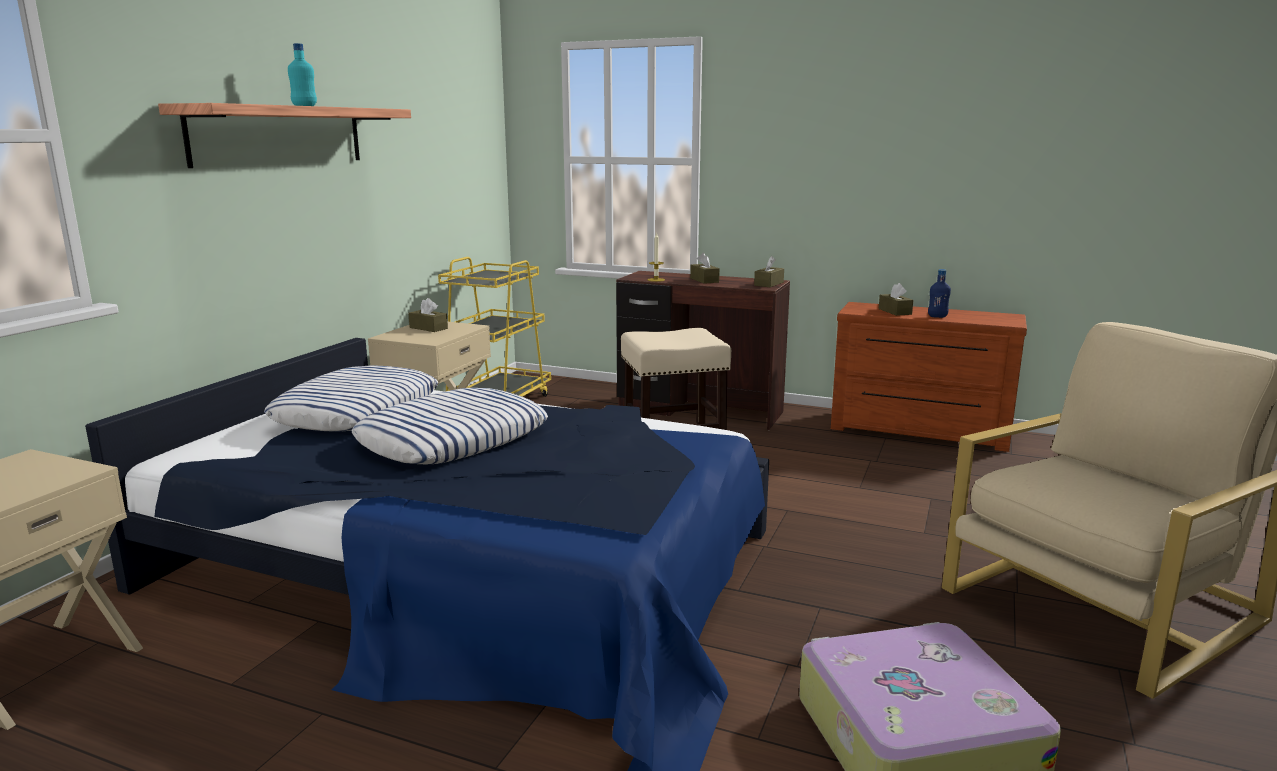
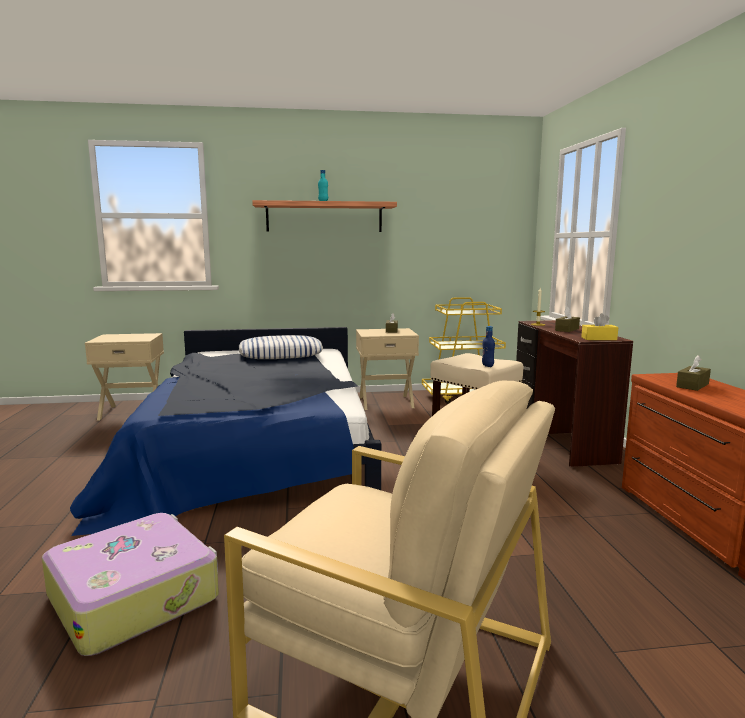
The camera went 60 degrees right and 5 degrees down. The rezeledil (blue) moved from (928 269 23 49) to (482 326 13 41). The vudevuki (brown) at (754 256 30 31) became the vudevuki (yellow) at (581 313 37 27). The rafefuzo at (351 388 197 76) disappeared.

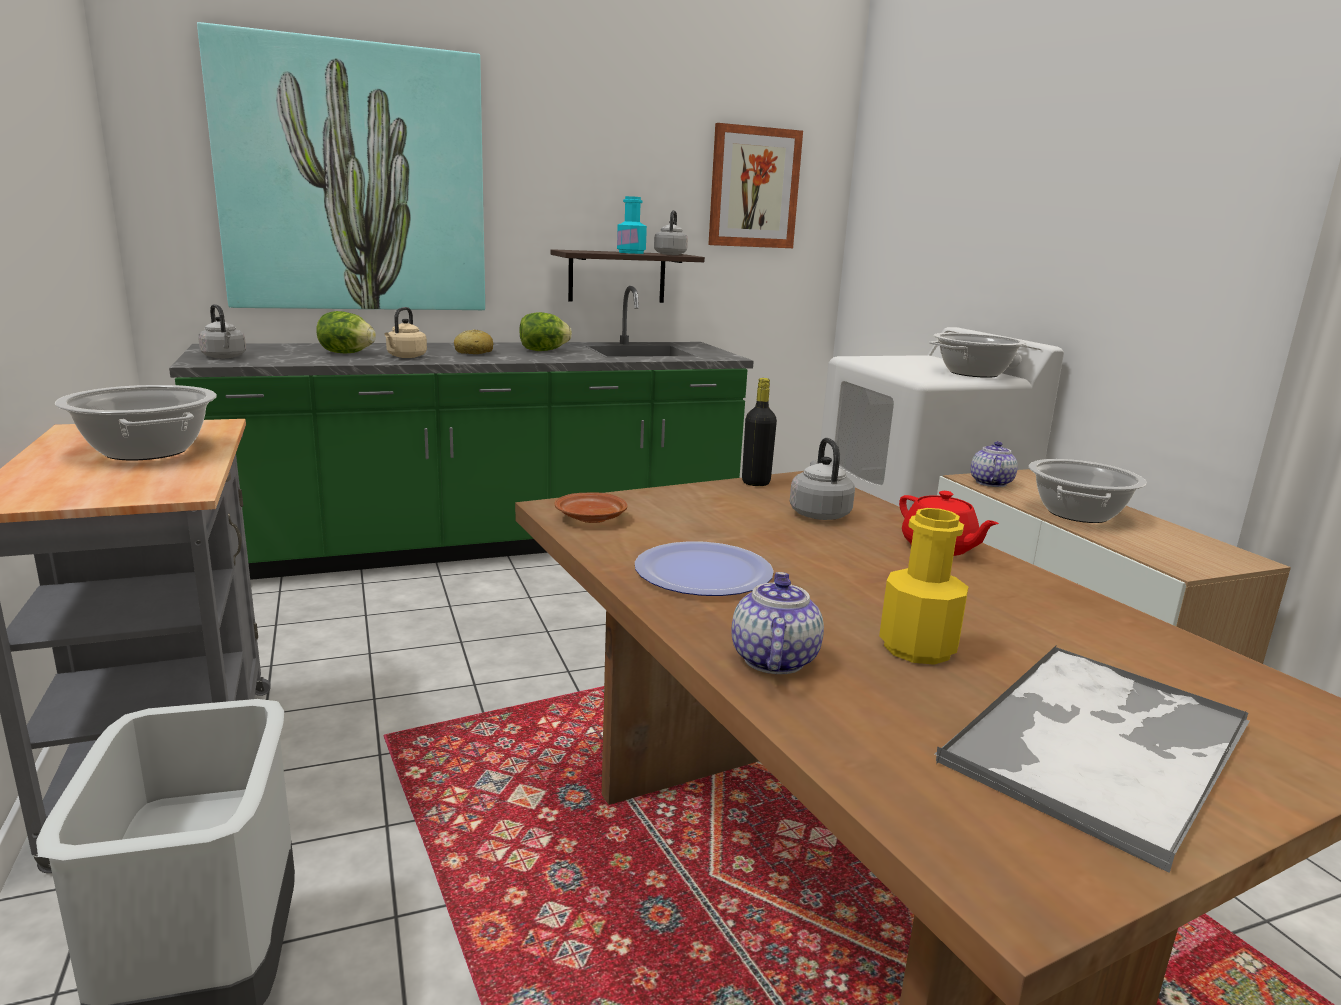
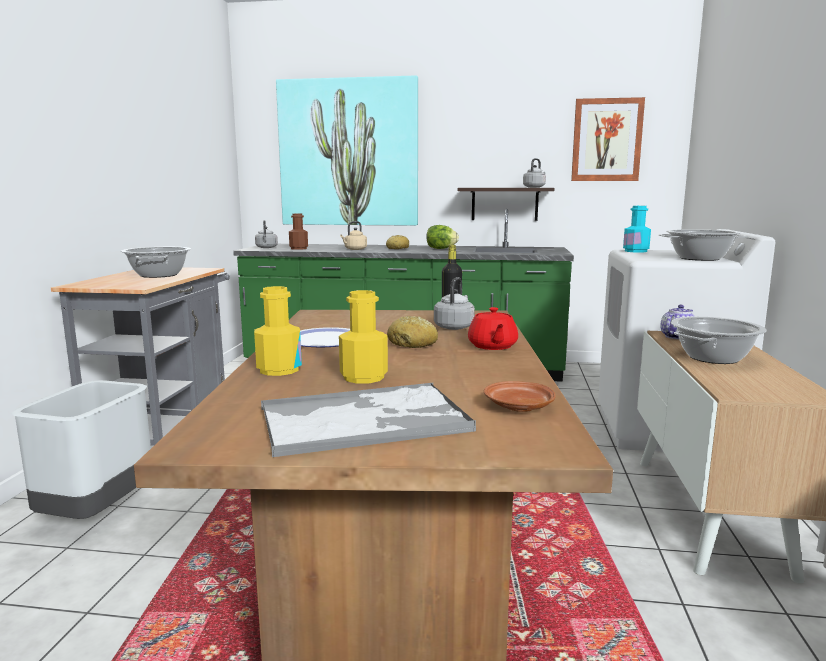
The camera went 30 degrees right and 5 degrees down. The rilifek at (732 572 92 102) was replaced by the rezeledil (yellow) at (254 286 48 90). The rezeledil (brown) at (289 214 19 36) appeared. The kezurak at (387 316 51 32) appeared. The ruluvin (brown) moved from (555 492 72 31) to (484 381 72 31). The rezeledil (turquoise) moved from (617 196 30 58) to (623 206 28 47). The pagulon at (316 311 60 42) disappeared.

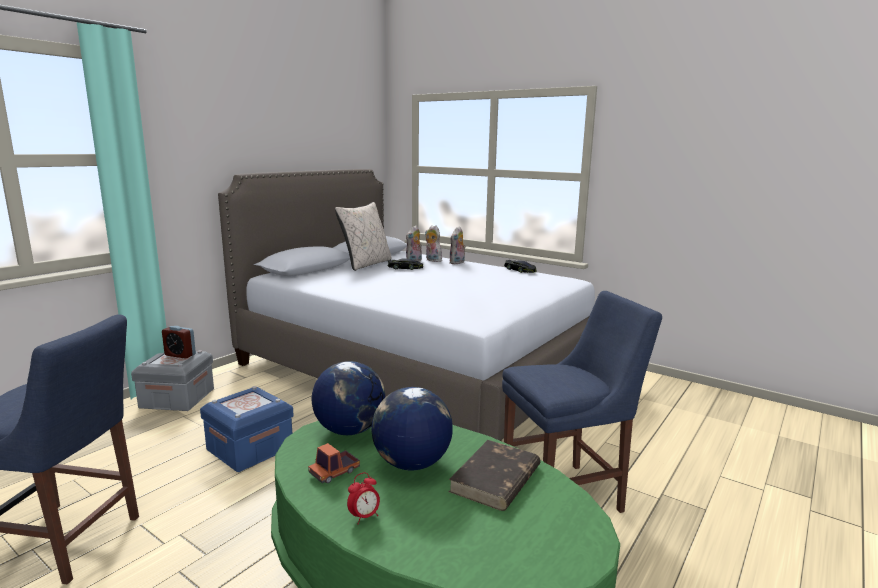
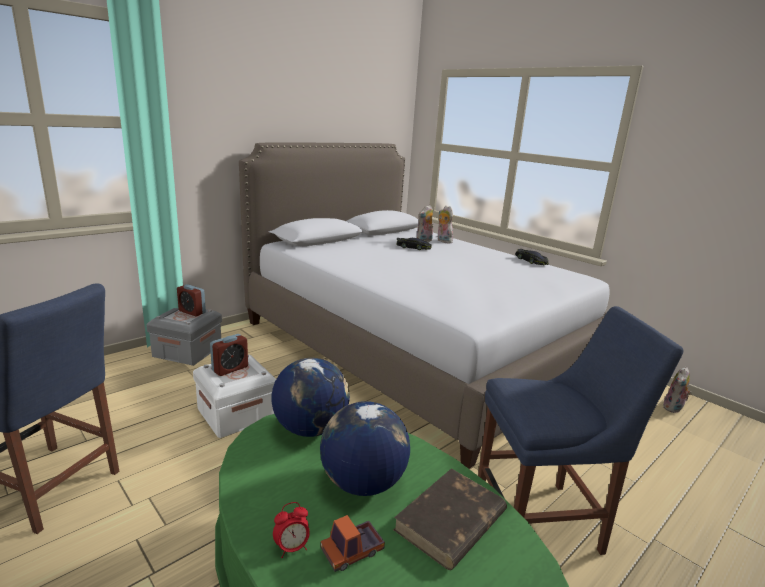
The camera went 10 degrees right and 5 degrees up. The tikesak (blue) at (200 386 94 86) became the tikesak (white) at (193 354 83 84). The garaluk at (210 334 38 42) appeared. The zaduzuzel moved from (308 443 52 40) to (321 515 64 57). The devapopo moved from (450 226 16 38) to (663 366 29 47). The rafefuzo (beige) at (335 202 56 69) disappeared.

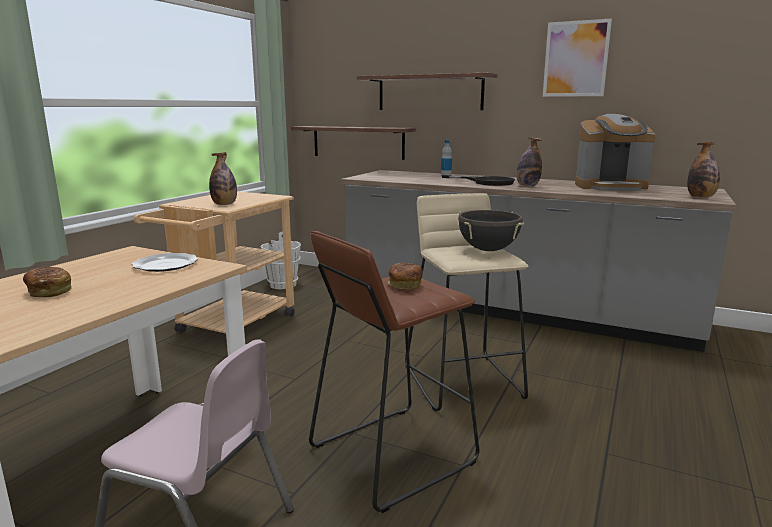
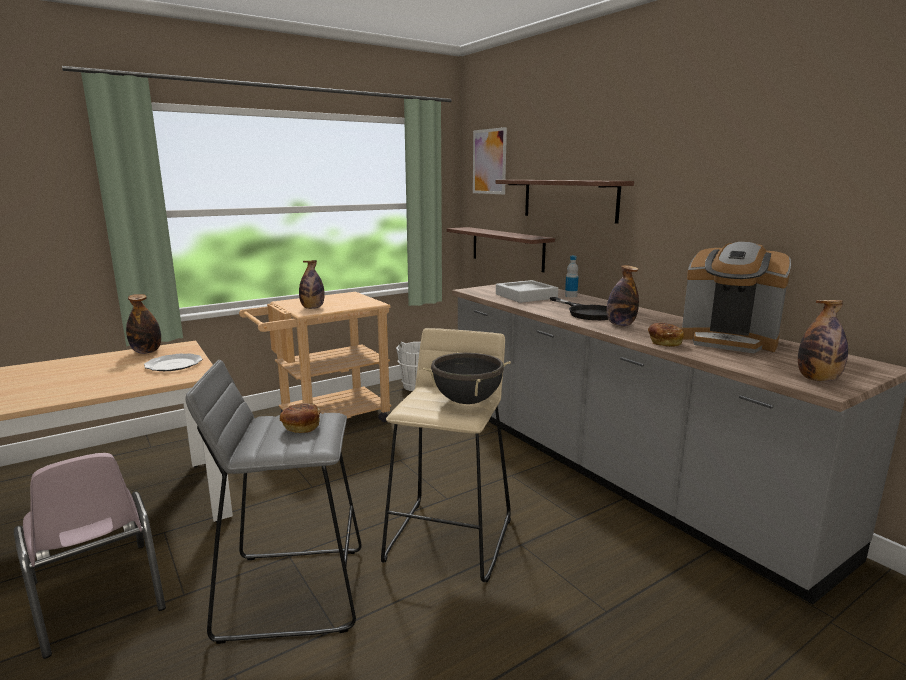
The camera went 30 degrees right and 0 degrees up. The rezeledil at (126 294 35 60) appeared. The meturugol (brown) at (309 231 170 282) became the meturugol (grey) at (185 360 177 284). The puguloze moved from (543 18 69 79) to (473 127 34 67). The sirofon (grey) at (496 280 62 23) appeared. The kezurak moved from (23 267 49 30) to (648 323 36 24).

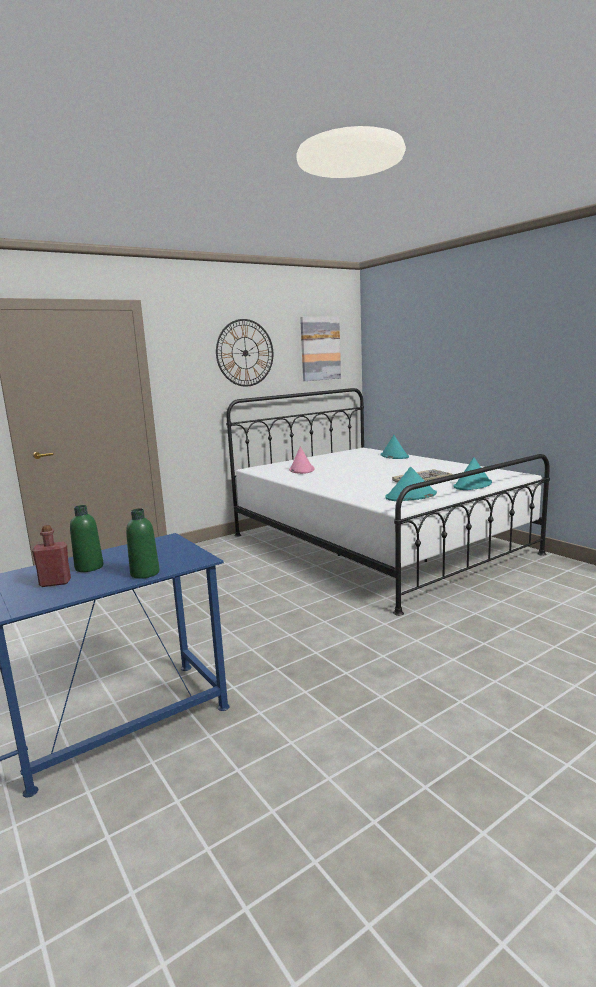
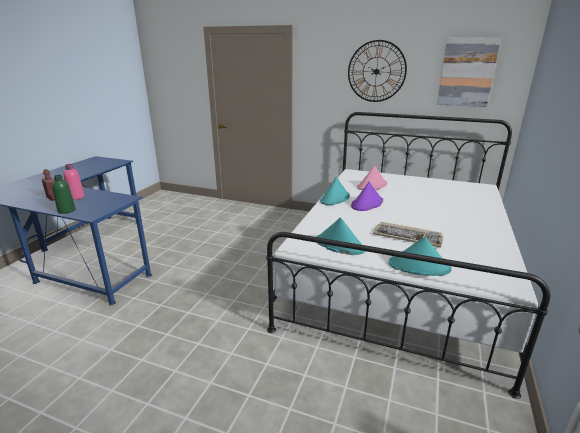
The camera went 55 degrees right and 10 degrees up. The rezeledil (green) at (70 505 33 67) became the rezeledil (pink) at (64 164 21 36). The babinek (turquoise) moved from (381 435 28 24) to (320 176 30 29). The babinek (purple) at (351 181 32 30) appeared.

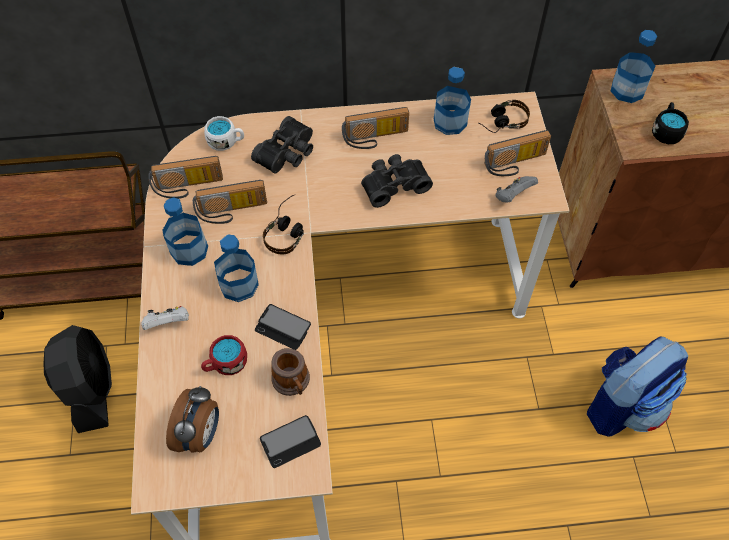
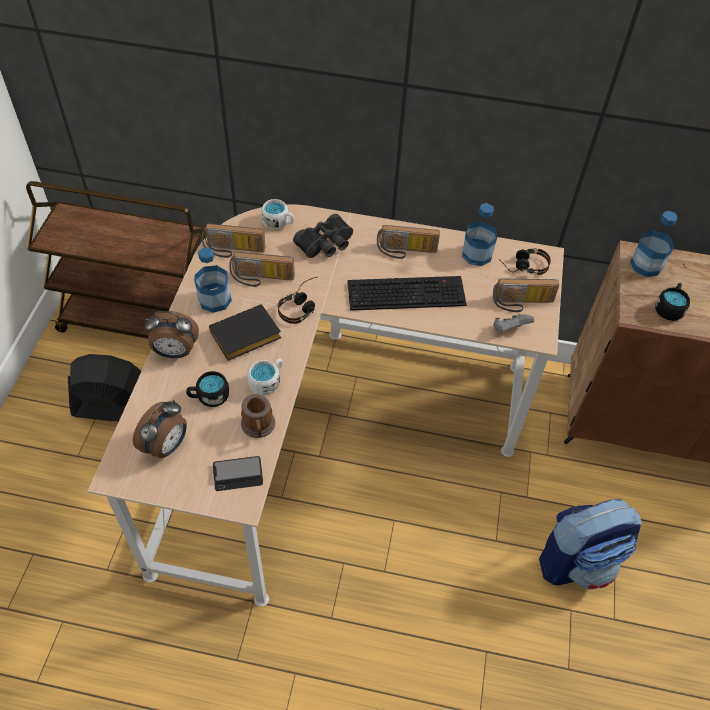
The camera went 15 degrees right and 5 degrees down. The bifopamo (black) at (43 325 69 108) turned 90 degrees counterclockwise. The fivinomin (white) at (141 306 48 24) was replaced by the garaluk at (145 311 54 47). The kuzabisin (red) at (201 335 46 40) became the kuzabisin (black) at (186 371 43 36). The rezeledil at (214 234 45 68) was replaced by the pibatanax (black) at (209 304 72 57). The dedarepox at (255 304 56 46) was replaced by the kuzabisin (white) at (247 358 36 38). The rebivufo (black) at (361 154 72 54) was replaced by the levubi at (347 276 120 35).

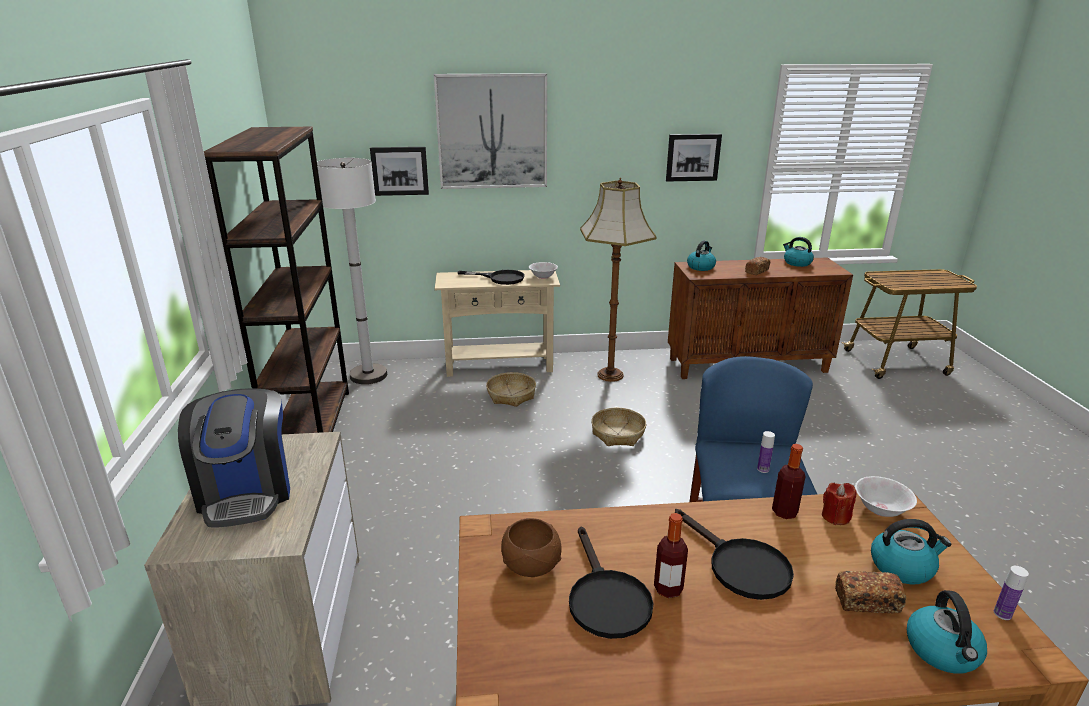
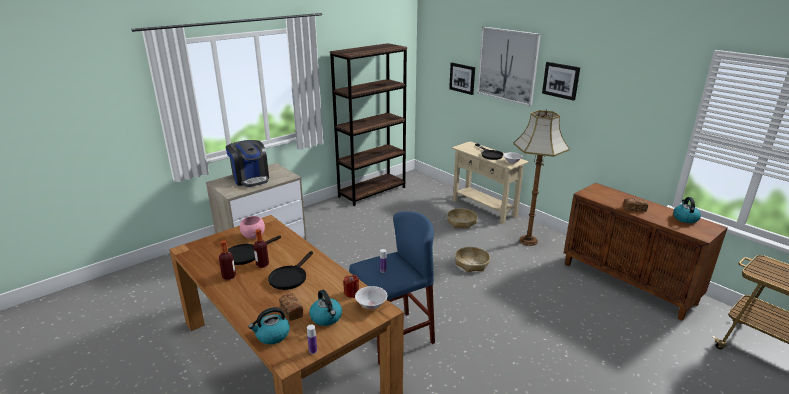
The camera went 55 degrees right and 0 degrees up. The rezeledil moved from (772 444 34 75) to (219 240 17 40). The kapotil at (178 388 112 139) turned 75 degrees counterclockwise. The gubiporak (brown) at (501 518 61 59) became the gubiporak (pink) at (240 216 25 23). The puguloze moved from (666 134 56 48) to (542 62 38 39). The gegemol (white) at (317 158 70 226) disappeared. The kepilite at (687 240 29 31) disappeared.

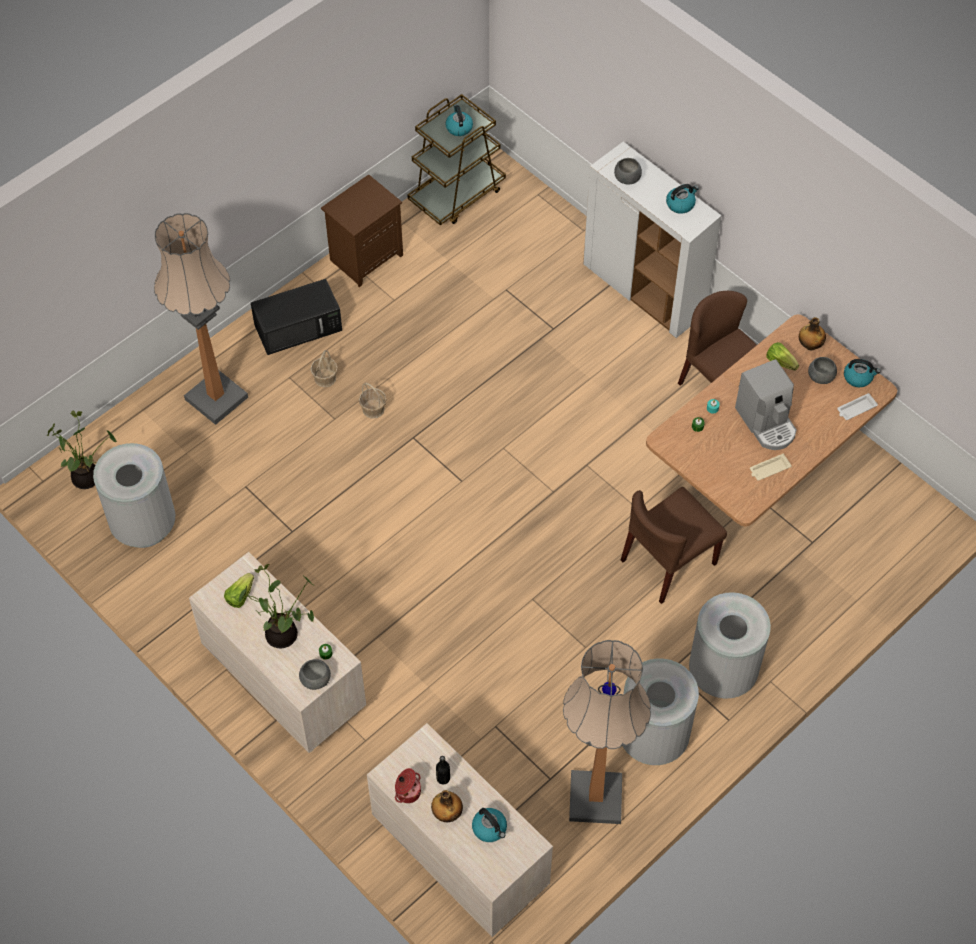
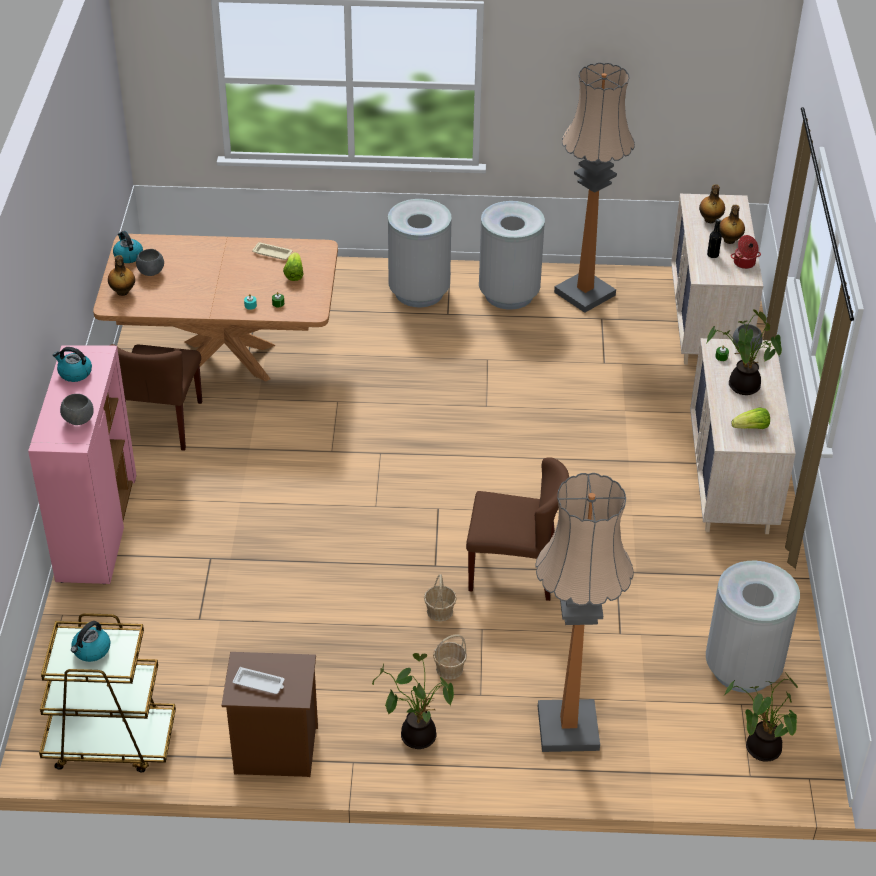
The camera went 135 degrees left and 15 degrees down. The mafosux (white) at (583 142 139 196) became the mafosux (pink) at (28 345 109 239). The sirofon (white) moved from (837 393 41 27) to (233 667 51 27). The pagulon moved from (766 342 33 29) to (283 252 21 29). The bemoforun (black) at (251 279 91 76) was replaced by the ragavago at (372 653 82 96). The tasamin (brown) moved from (621 487 106 117) to (466 457 103 144). The kepilite at (472 808 35 34) was replaced by the rezeledil at (699 184 26 39). The kapotil at (735 359 62 91) disappeared.

